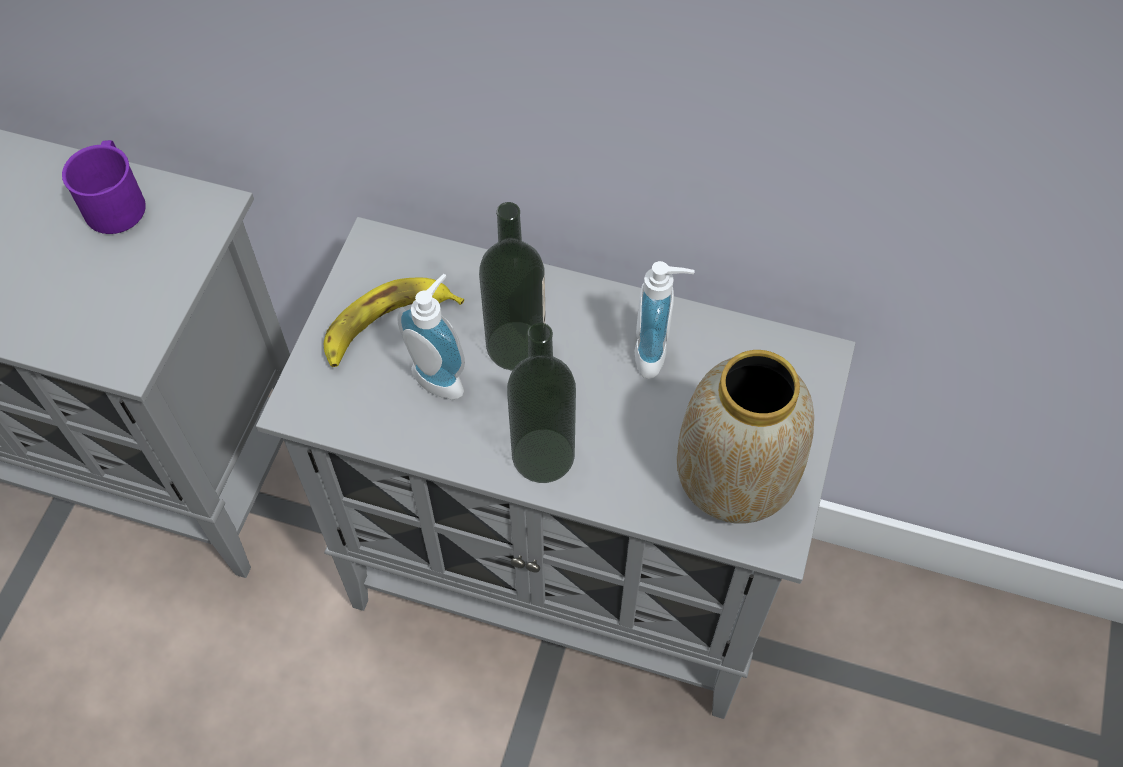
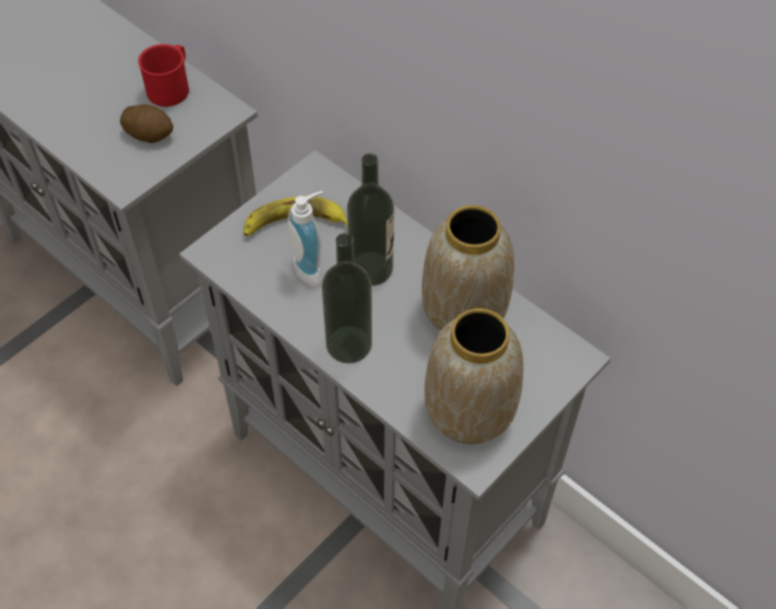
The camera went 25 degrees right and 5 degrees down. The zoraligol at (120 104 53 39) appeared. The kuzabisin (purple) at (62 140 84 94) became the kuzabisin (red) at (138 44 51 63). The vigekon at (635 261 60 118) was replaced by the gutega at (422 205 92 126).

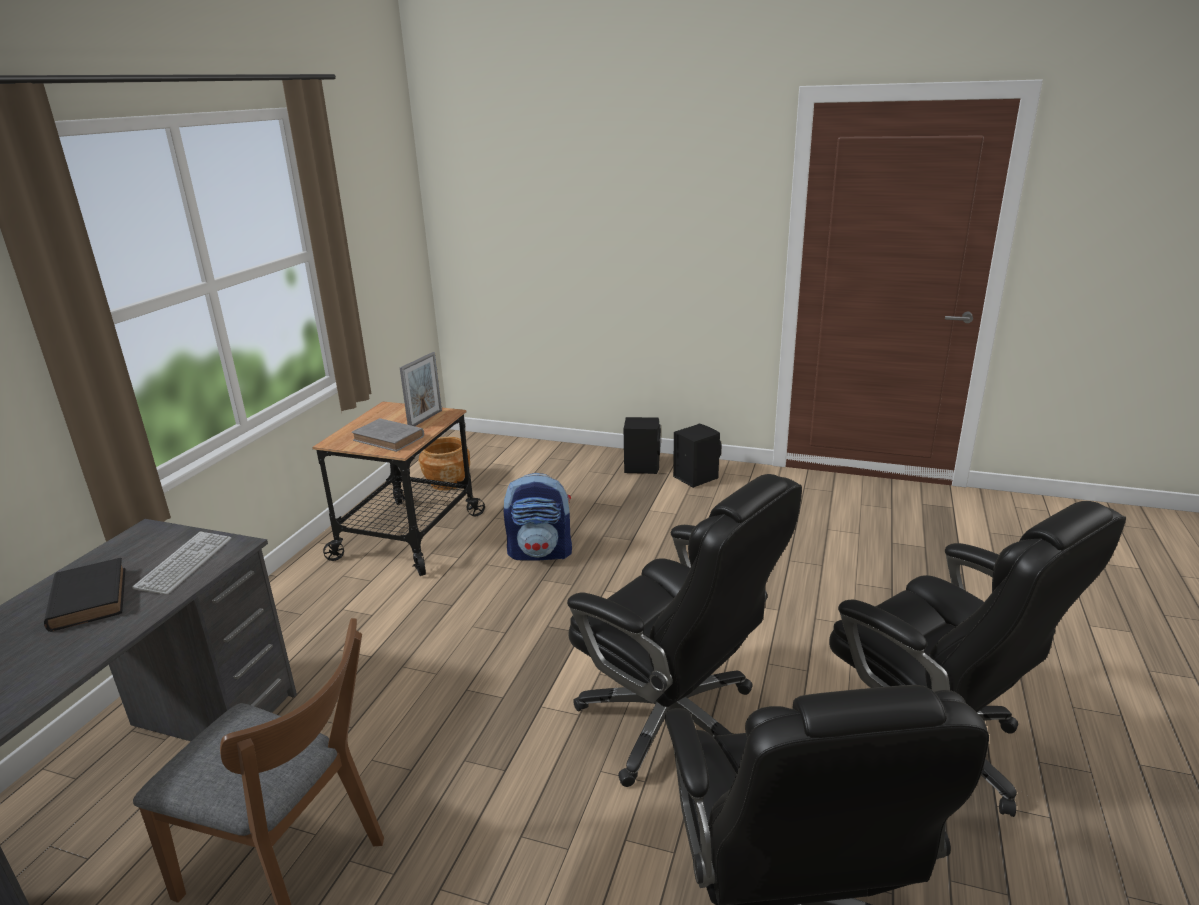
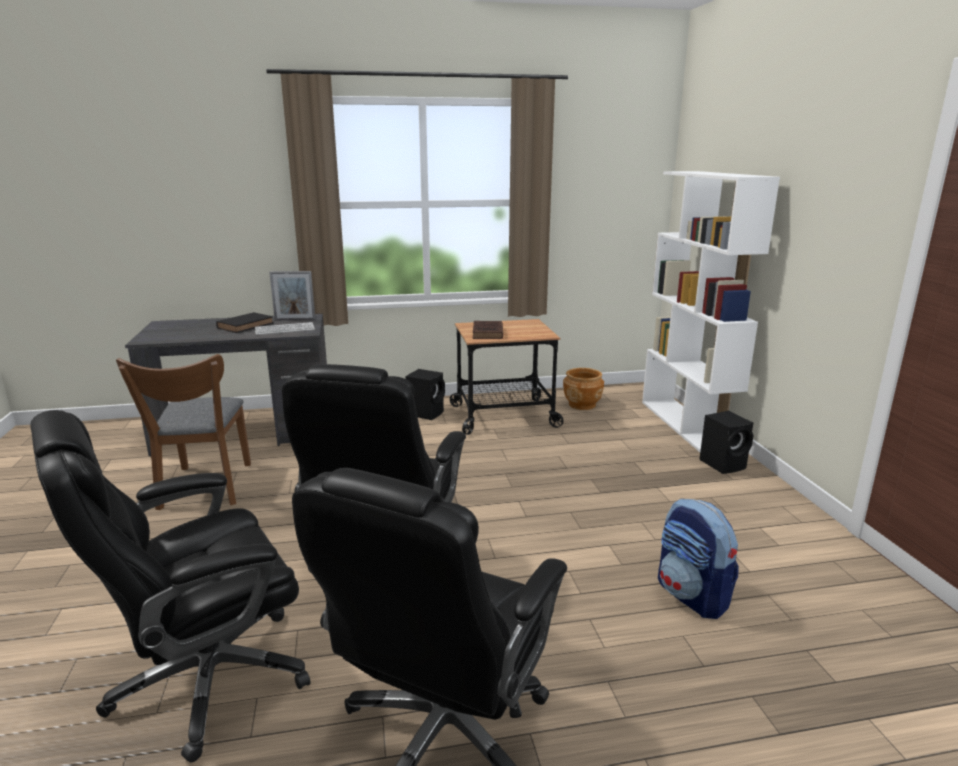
The camera went 60 degrees right and 5 degrees down. The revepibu moved from (400 352 42 74) to (269 271 47 49). The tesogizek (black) moved from (673 423 49 65) to (405 369 40 51). The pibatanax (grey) at (352 418 72 34) became the pibatanax (brown) at (473 321 30 18). The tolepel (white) at (642 171 138 281) appeared. The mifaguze moved from (504 473 68 87) to (658 498 81 121).

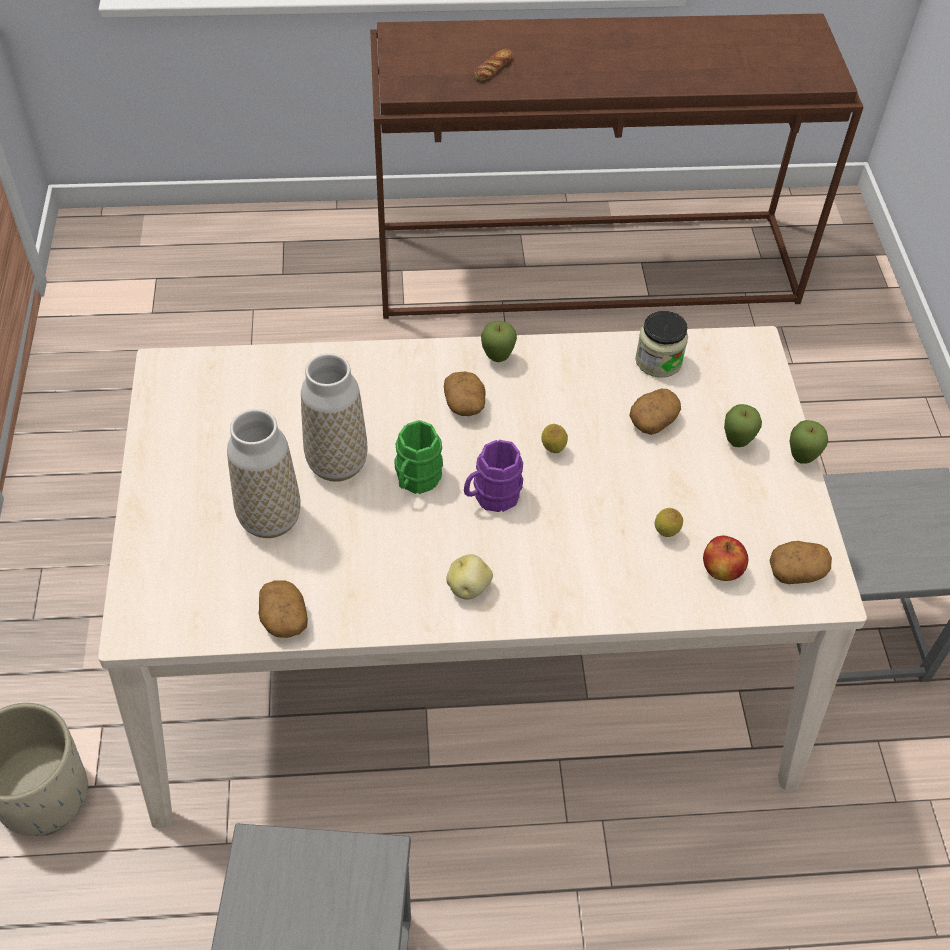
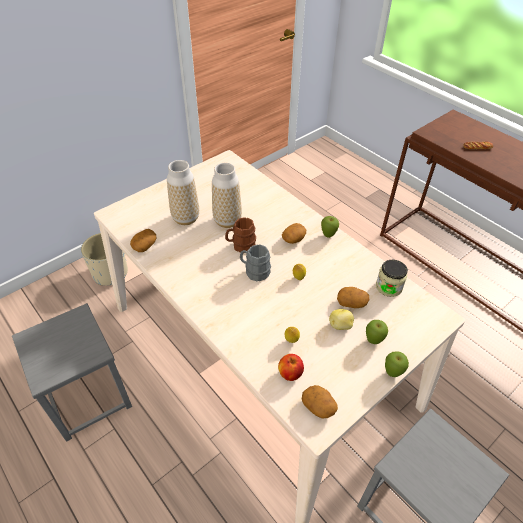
The camera went 55 degrees right and 5 degrees down. The kuzabisin (green) at (394 420 49 74) became the kuzabisin (brown) at (225 217 31 36). The kuzabisin (purple) at (464 440 59 72) became the kuzabisin (grey) at (240 244 31 37). The zoraligol moved from (446 554 47 46) to (329 309 25 21).

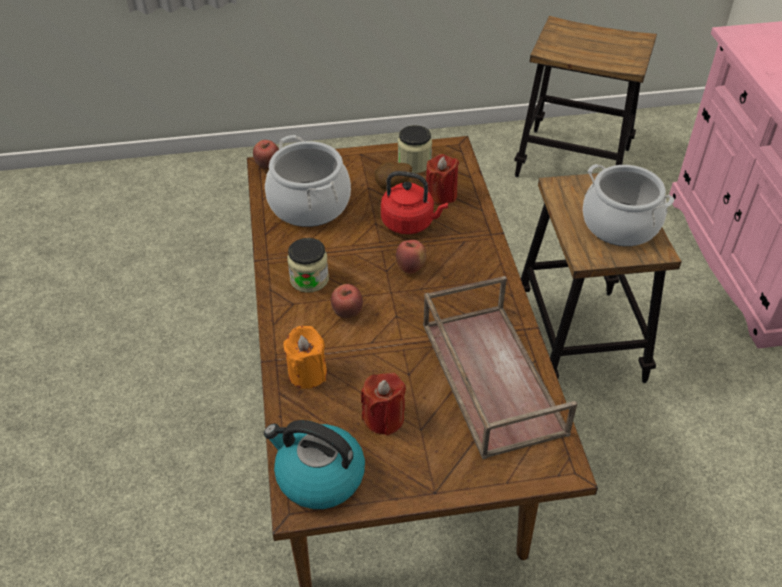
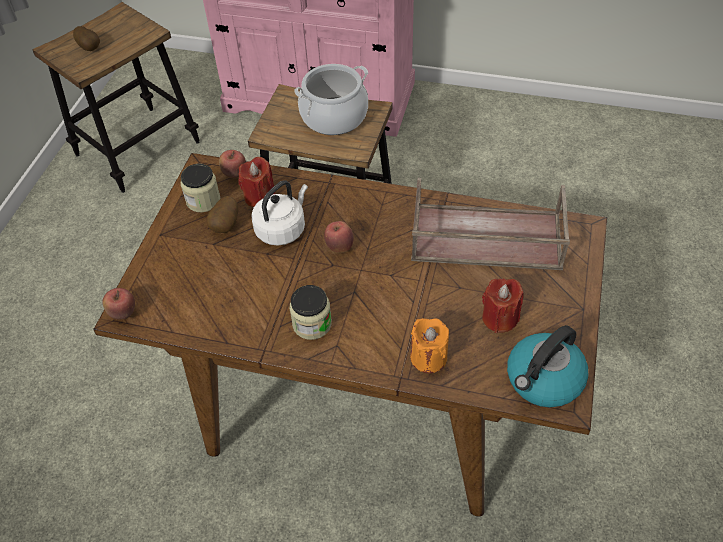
The camera went 65 degrees left and 5 degrees up. The zoraligol at (73 26 27 25) appeared. The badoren moved from (331 284 32 34) to (219 150 27 28). The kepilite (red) at (381 171 67 63) became the kepilite (white) at (251 181 57 65). The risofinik at (265 135 86 92) disappeared.

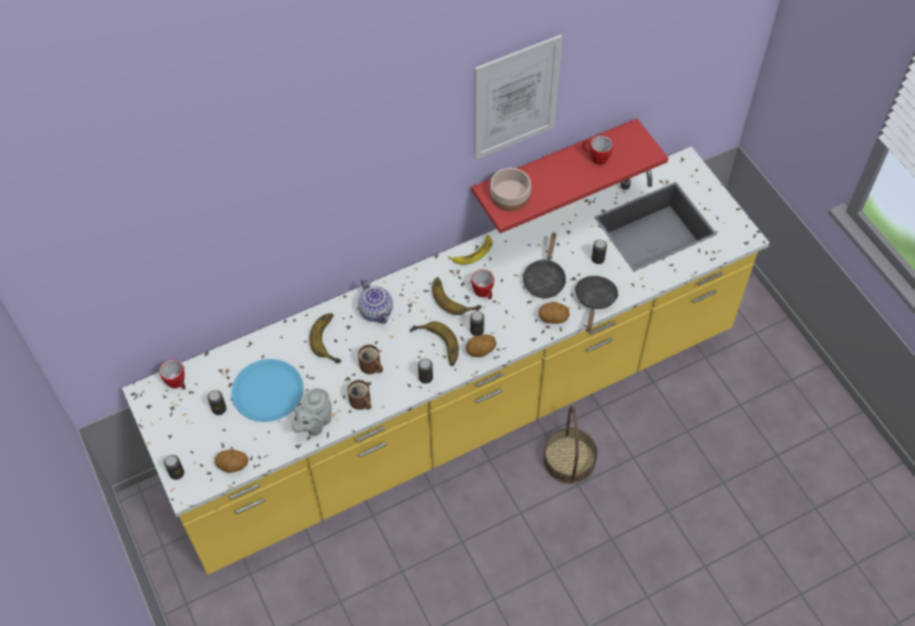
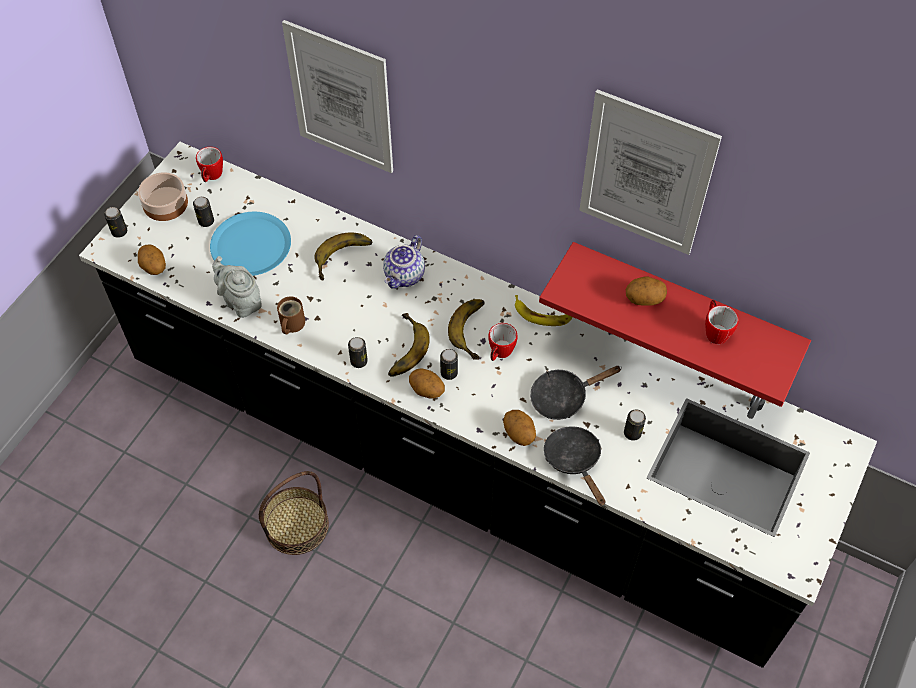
The camera went 55 degrees right and 0 degrees up. The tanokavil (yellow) at (122 147 648 428) became the tanokavil (black) at (79 142 798 526). The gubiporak moved from (490 168 41 43) to (138 172 50 49). The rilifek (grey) at (291 388 41 48) turned 45 degrees clockwise. The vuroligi moved from (543 406 54 78) to (259 471 70 84). The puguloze at (282 20 111 153) appeared. The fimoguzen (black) at (574 276 45 56) turned 90 degrees counterclockwise. The zoraligol at (626 276 41 30) appeared. The kuzabisin (brown) at (358 345 25 29) disappeared.

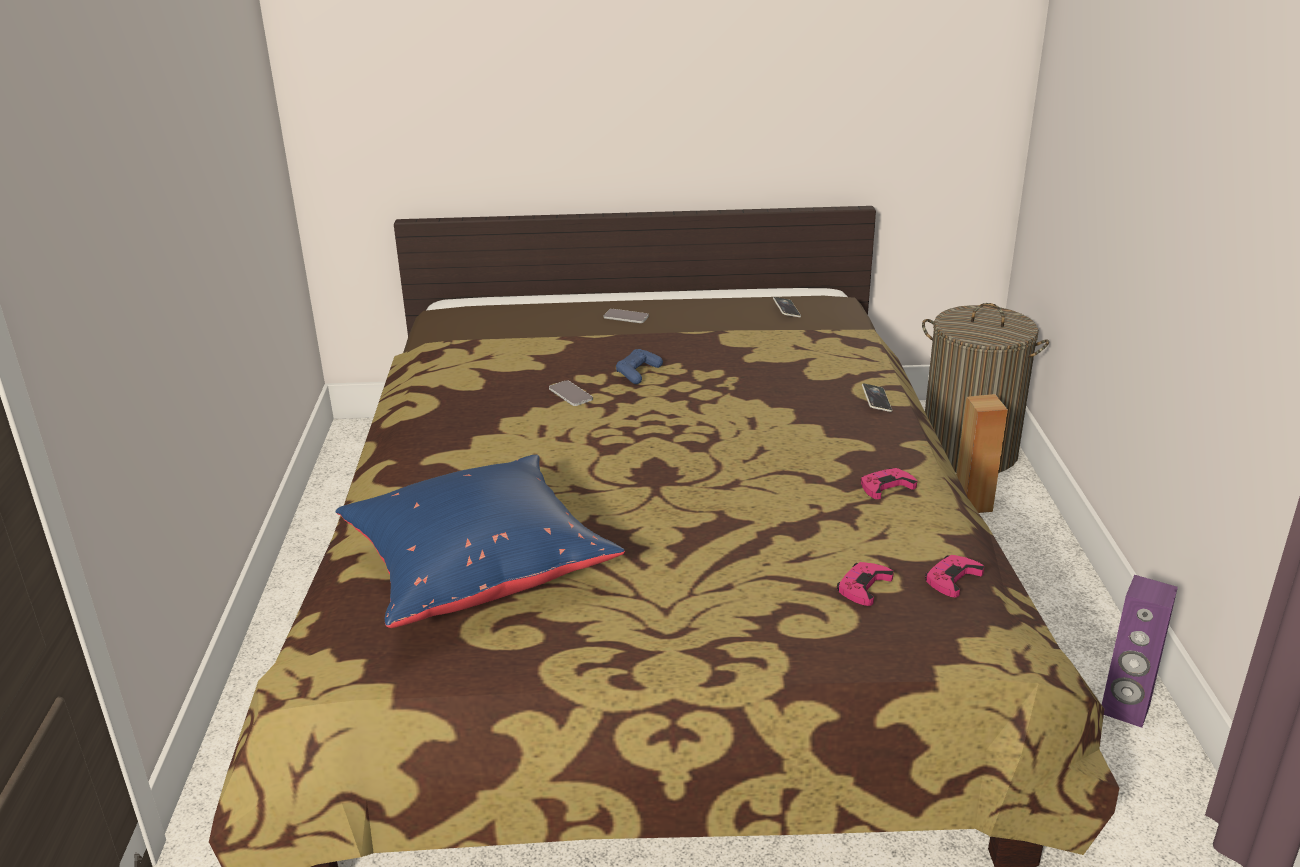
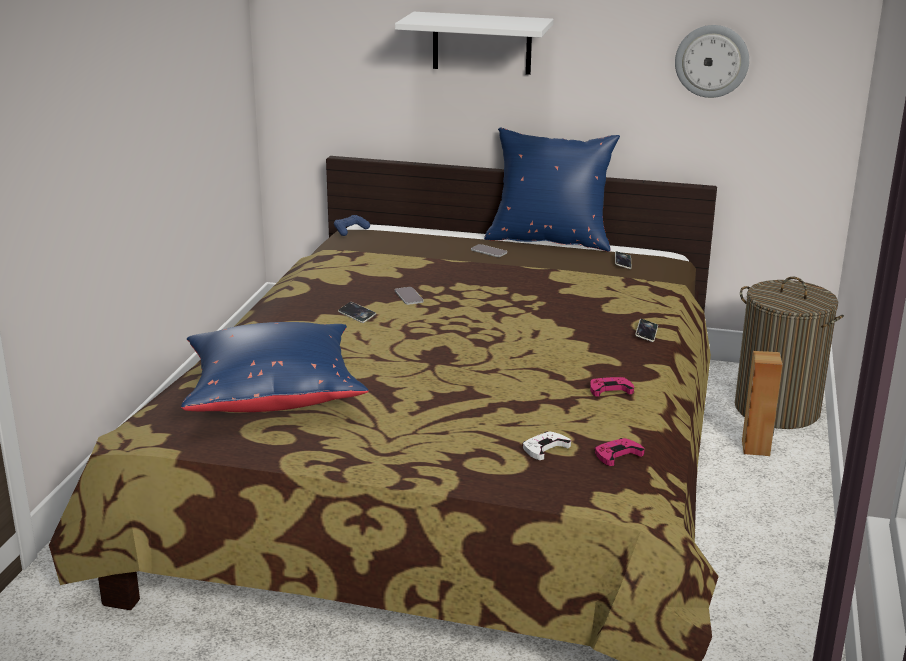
The camera went 15 degrees right and 5 degrees down. The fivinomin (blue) moved from (616 349 47 35) to (334 215 36 21). The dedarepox at (338 302 38 21) appeared. The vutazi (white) at (395 12 158 63) appeared. The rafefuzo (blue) at (484 127 136 125) appeared. The fivinomin (pink) at (837 562 57 44) became the fivinomin (white) at (522 431 49 29). The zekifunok at (675 25 74 73) appeared. The tesogizek (purple) at (1102 575 76 153) disappeared.

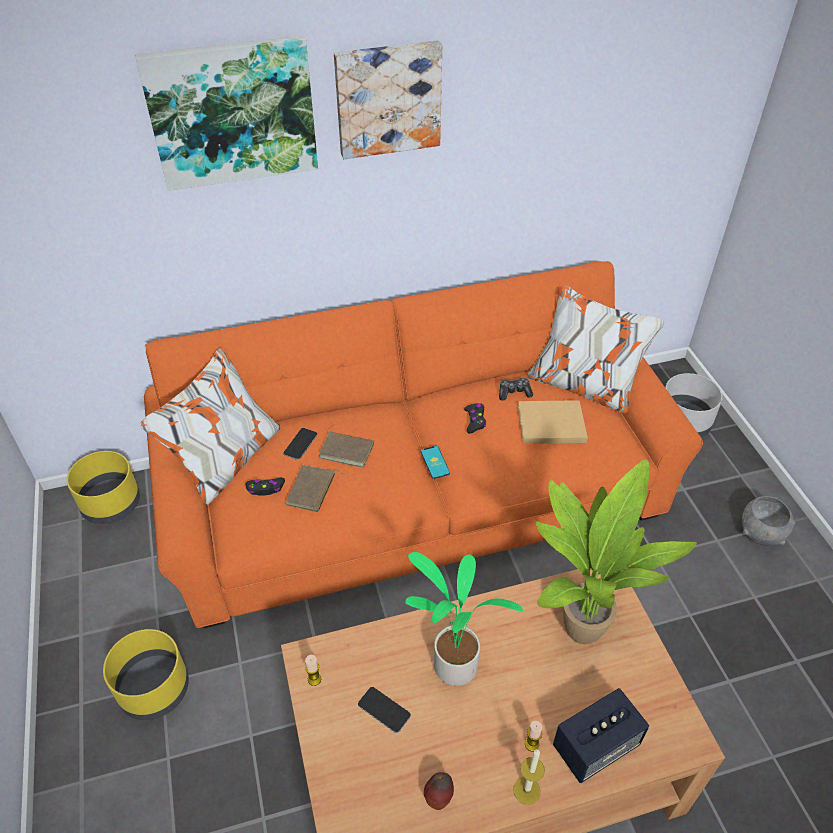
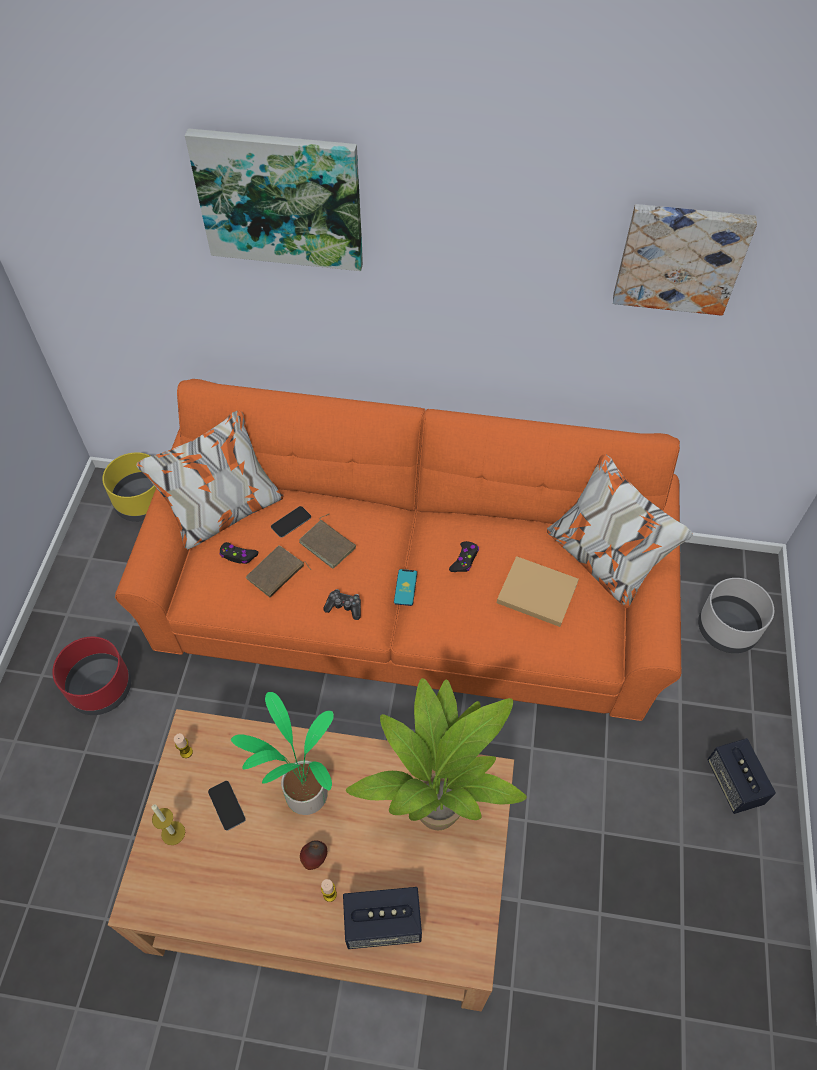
The camera went 25 degrees right and 10 degrees up. The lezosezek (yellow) at (103 629 86 91) became the lezosezek (red) at (52 637 79 78). The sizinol moved from (514 749 31 56) to (152 804 33 41). The badoren moved from (424 772 30 38) to (300 840 27 30). The fivinomin moved from (499 377 34 24) to (323 589 38 31). The puguloze moved from (334 40 108 119) to (613 204 144 112). The gubiporak (grey) at (742 496 53 50) was replaced by the tesogizek at (707 738 69 76).

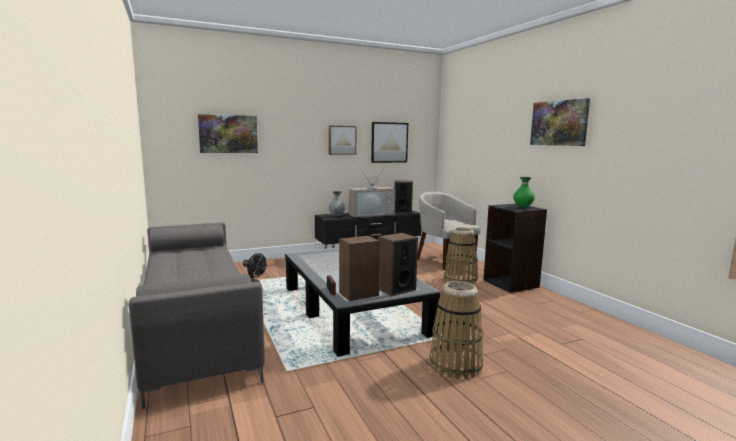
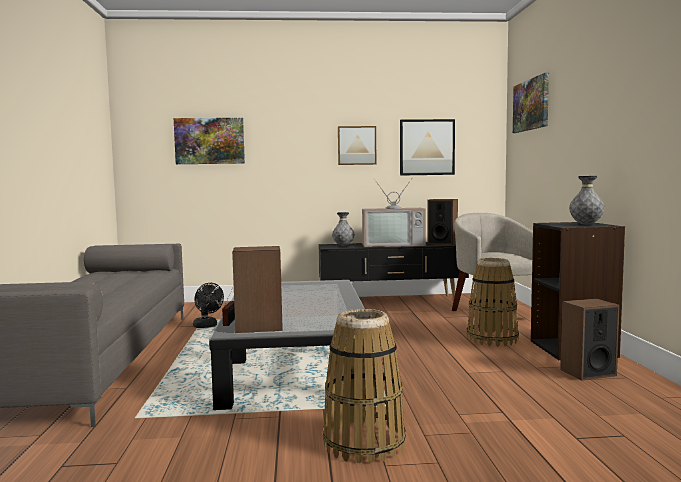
The camera went 20 degrees right and 5 degrees down. The puguloze moved from (530 98 60 48) to (513 73 36 60). The tesogizek moved from (378 233 40 63) to (560 298 60 83). The gutega (green) at (513 177 22 31) became the gutega (grey) at (569 176 36 49).

